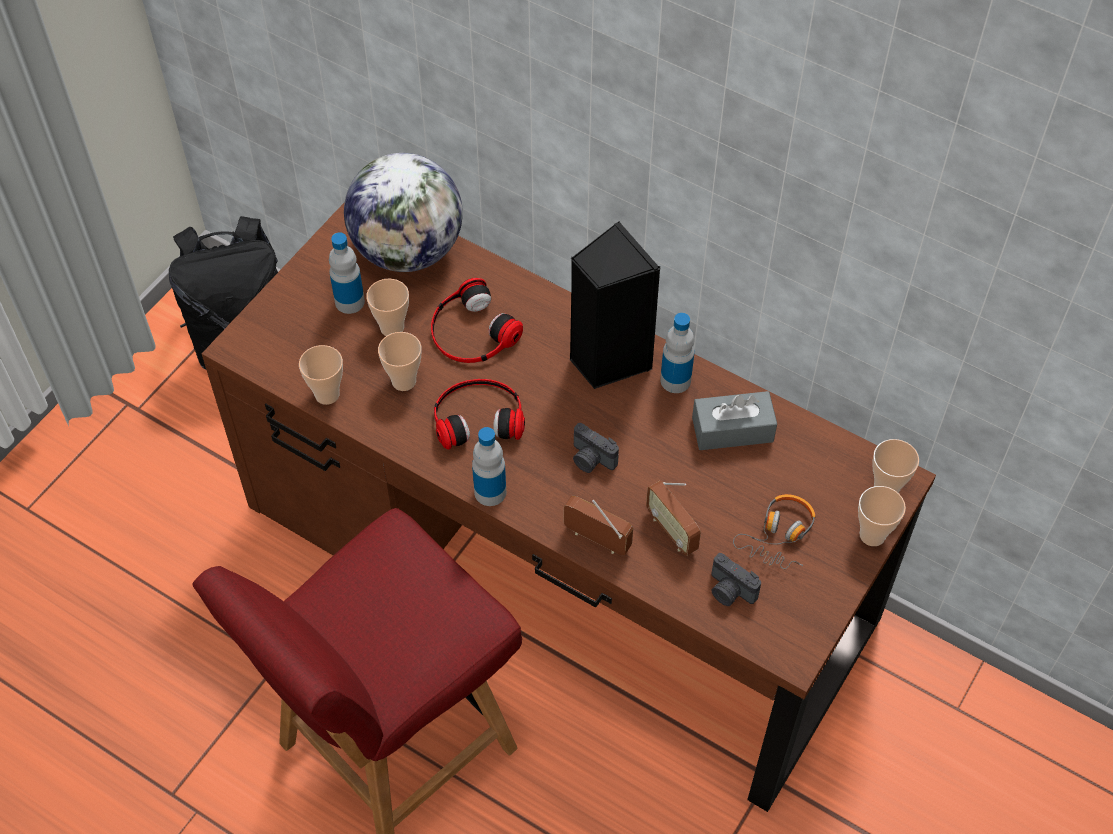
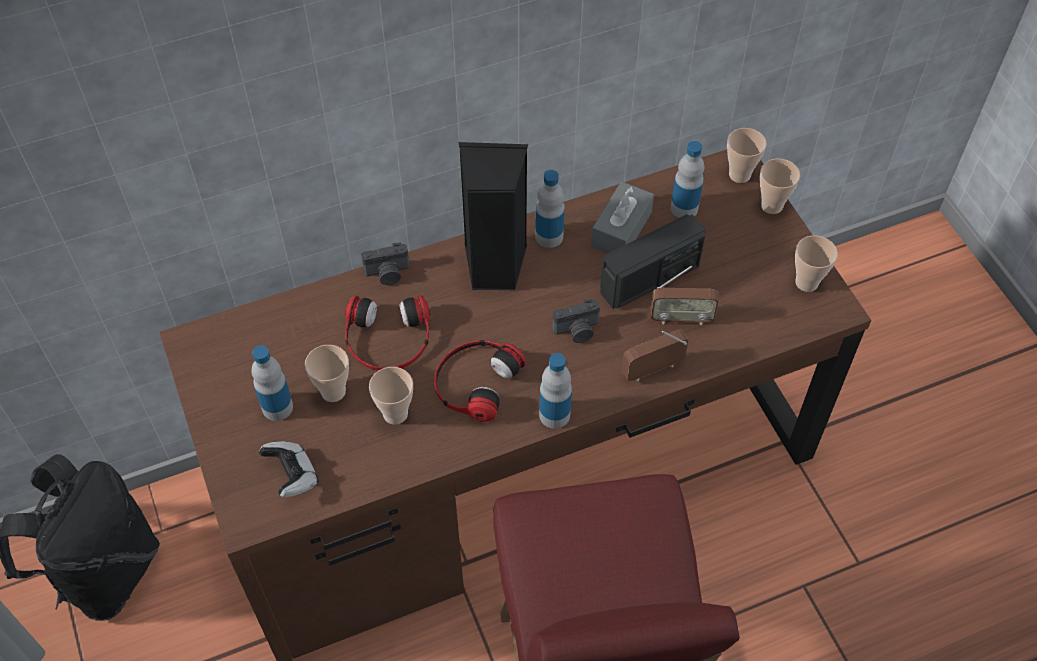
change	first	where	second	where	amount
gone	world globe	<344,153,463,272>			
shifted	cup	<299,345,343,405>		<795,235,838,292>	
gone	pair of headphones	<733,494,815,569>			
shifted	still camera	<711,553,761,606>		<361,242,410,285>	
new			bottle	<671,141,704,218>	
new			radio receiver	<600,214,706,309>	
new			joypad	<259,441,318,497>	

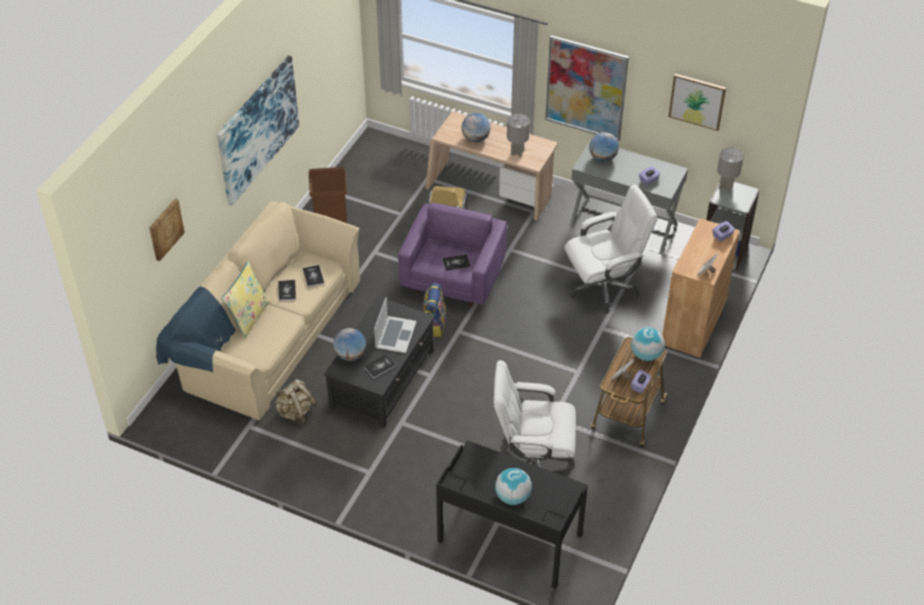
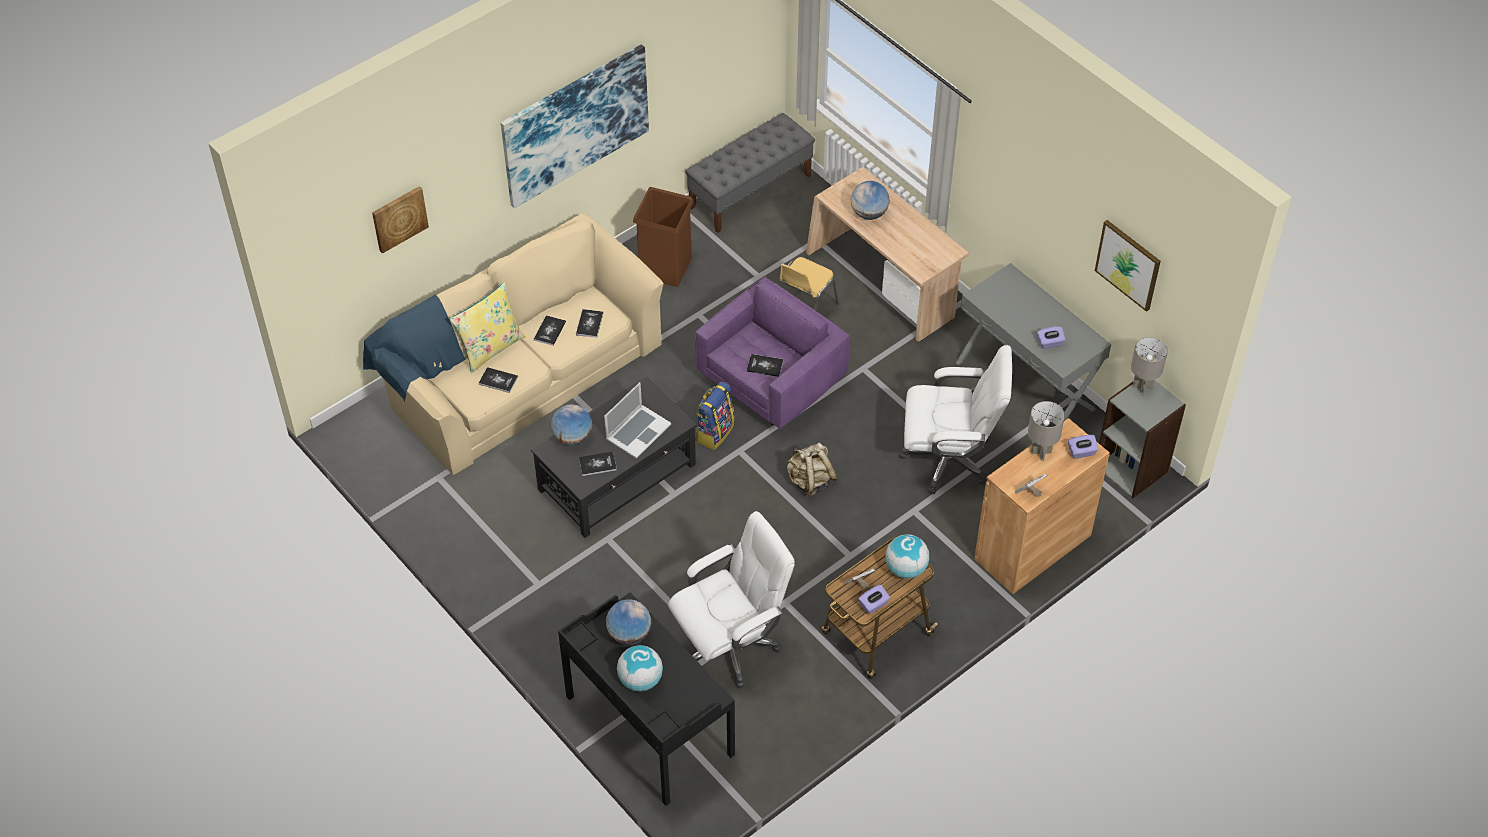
change	first	where	second	where	amount
gone	wall art	<545,35,629,141>			
shifted	gray lamp for a table	<507,113,530,157>		<1028,401,1065,461>	
shifted	world globe	<589,132,619,162>		<606,599,651,645>	
rotated	white-coloured computer chair	<494,360,576,468>		<668,511,795,688>	120 degrees clockwise
shifted	beige-coloured backpack	<274,379,317,425>		<786,443,838,496>	
new			gray bench	<685,113,815,233>	
new			book	<479,367,518,393>	

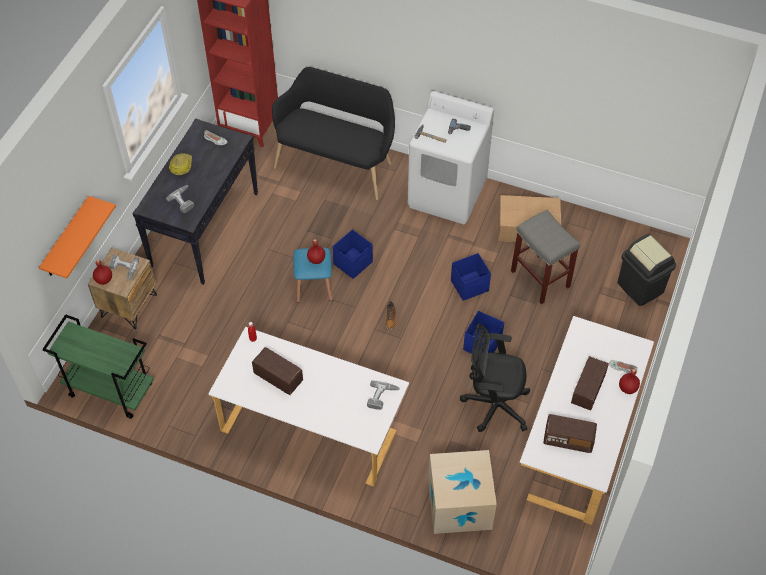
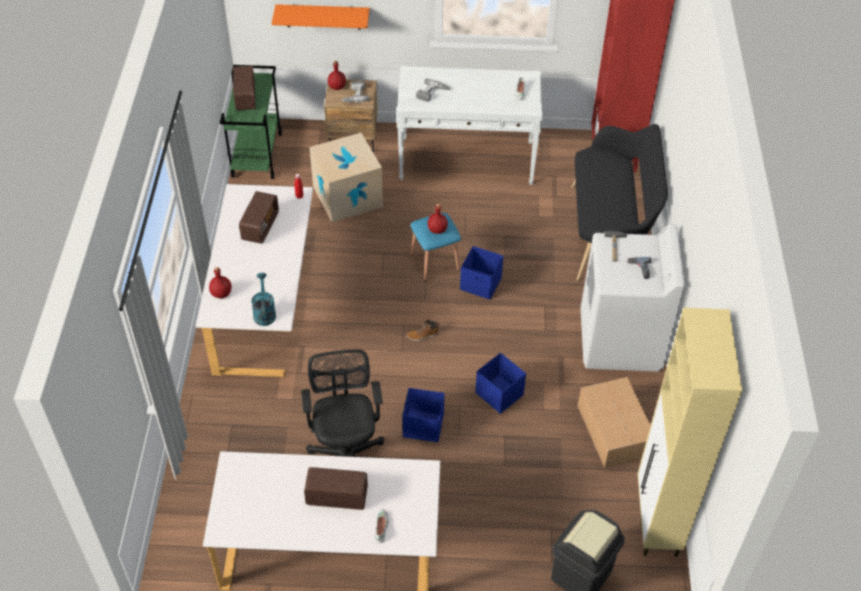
change	first	where	second	where	amount
repainted	black-coloured console table	<132,118,258,285>	white-coloured console table	<396,66,543,185>	
gone	safety helmet	<169,153,192,175>			
gone	gray stool	<511,210,580,304>			
shifted	red-coloured bottle	<619,369,640,394>		<209,267,232,298>	
swapped	drill	<367,381,400,410>	turquoise sprinkling can	<251,273,276,326>	
shifted	radio receiver	<543,414,597,453>		<233,66,256,110>	
shifted	carton	<428,450,497,534>		<310,133,383,222>	
new			beige-coloured cupboard	<638,308,742,557>	

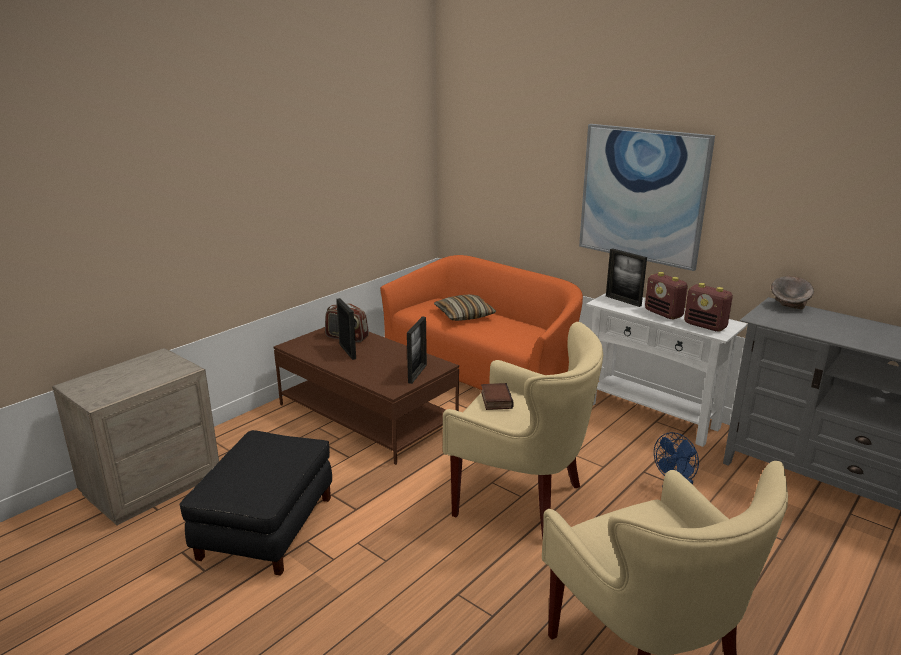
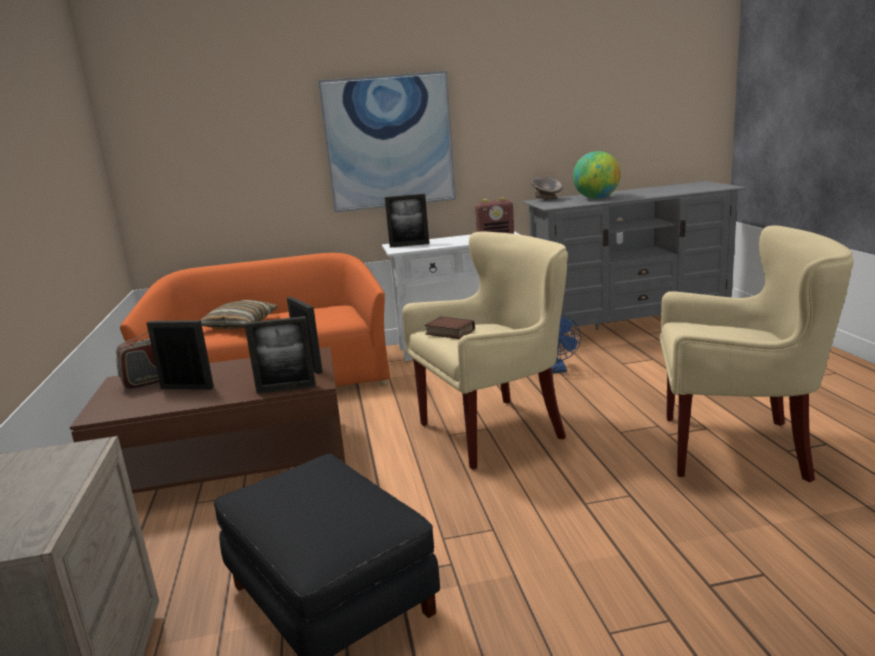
change	first	where	second	where	amount
gone	radio receiver	<645,272,688,319>			
new			world globe	<573,151,621,199>	
new			picture frame	<244,316,316,394>	

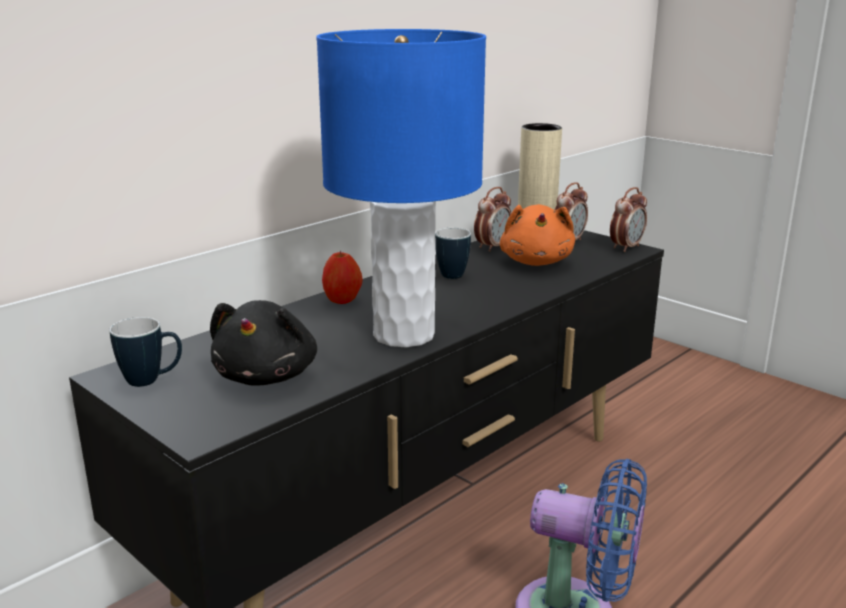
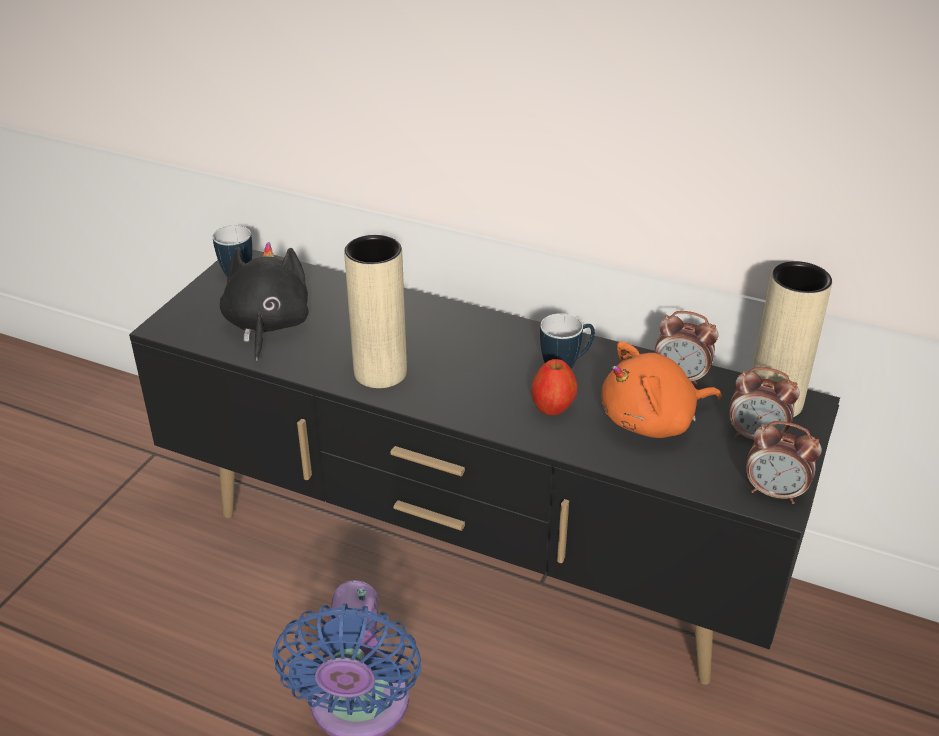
change	first	where	second	where	amount
swapped	bluish lamp for a table	<316,29,486,347>	beige-coloured vase	<344,235,407,388>	
shifted	apple fruit	<322,251,363,304>		<531,359,578,415>	
rotated	black-coloured plush toy	<210,300,317,385>		<220,242,308,361>	105 degrees clockwise

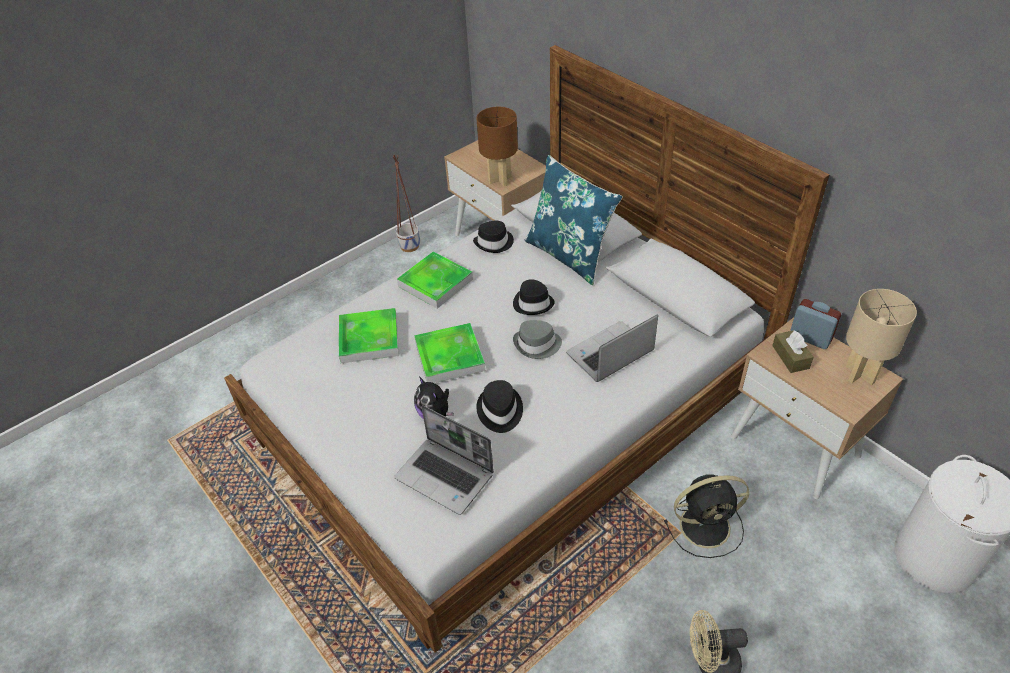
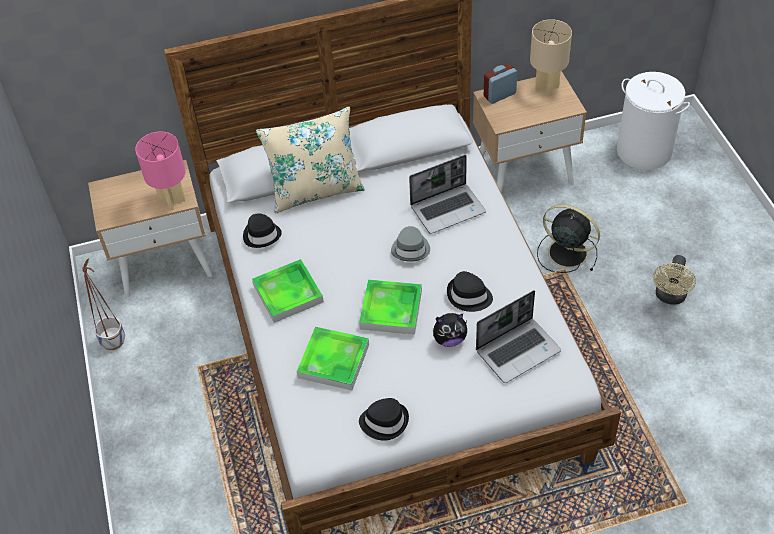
change	first	where	second	where	amount
repainted	brownish lamp for a table	<476,107,518,186>	pink-coloured lamp for a table	<135,132,185,210>	
repainted	bluish cushion	<525,155,622,285>	beige-coloured cushion	<256,107,365,214>	
shifted	black-coloured wearable hat	<513,279,555,315>		<359,398,409,441>	
rotated	laptop	<566,315,658,382>		<409,155,486,234>	105 degrees counterclockwise
gone	brownish tissue holder	<772,330,814,373>			
rotated	black-coloured electric fan	<664,474,750,558>		<537,204,600,273>	75 degrees counterclockwise

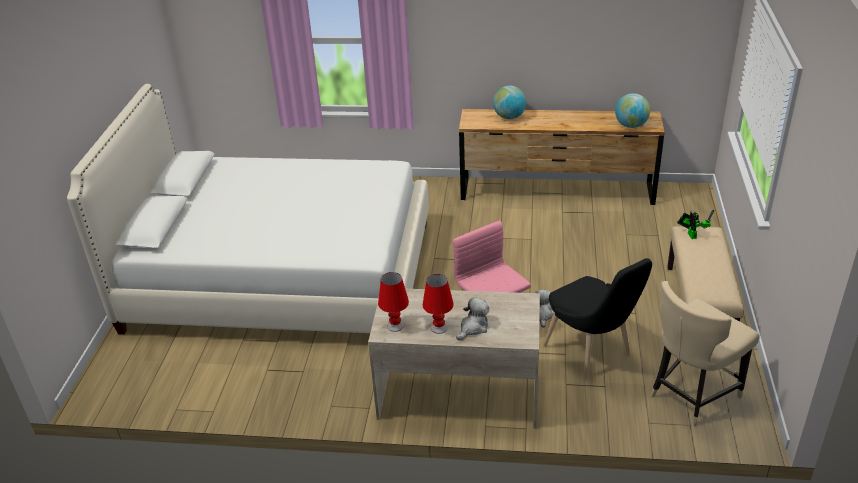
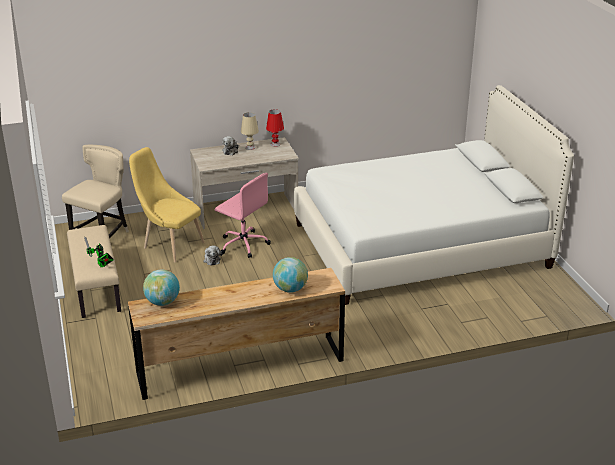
change	first	where	second	where	amount
repainted	black-coloured plain chair	<543,258,652,380>	yellow plain chair	<129,147,205,262>	
repainted	red-coloured lamp for a table	<423,274,454,334>	beige-coloured lamp for a table	<241,112,259,150>	

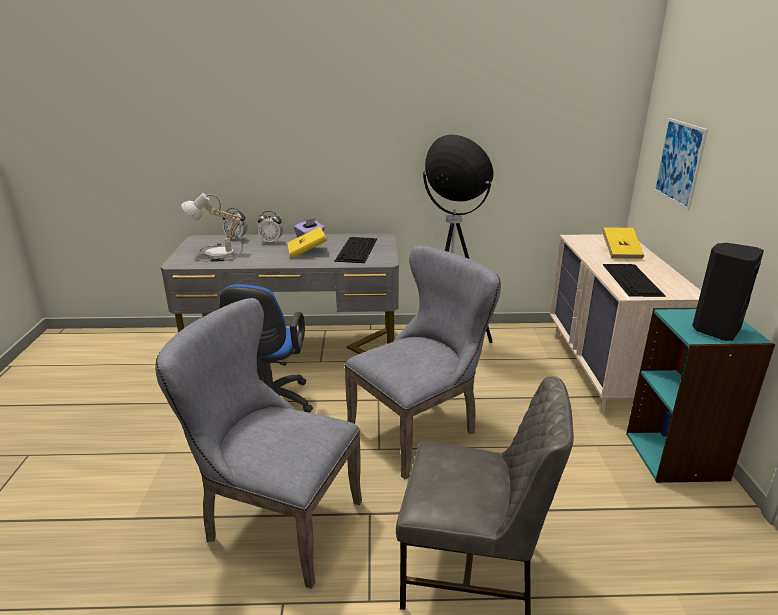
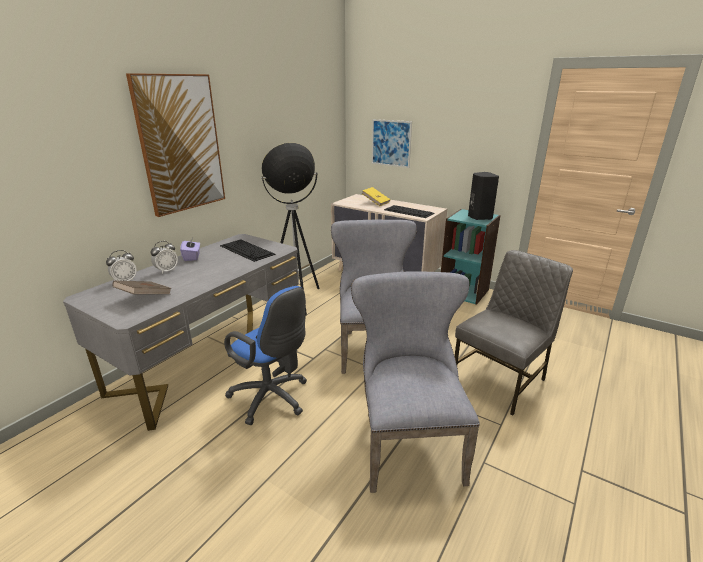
change	first	where	second	where	amount
swapped	lamp for a table	<181,193,244,262>	brownish book	<112,281,171,294>	
gone	yellow book	<287,226,327,258>			
rotated	gray plain chair	<155,298,362,589>		<351,271,480,493>	120 degrees clockwise
new			wall art	<126,73,225,217>	

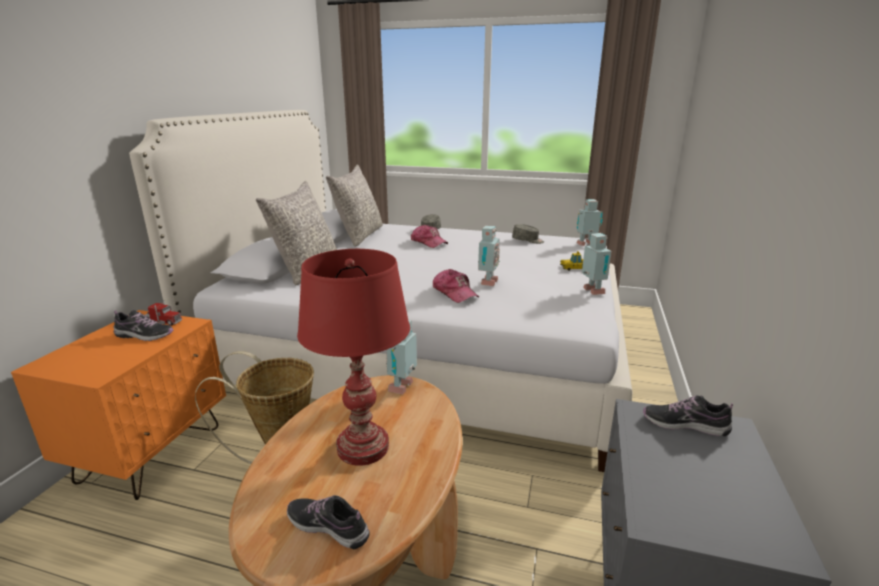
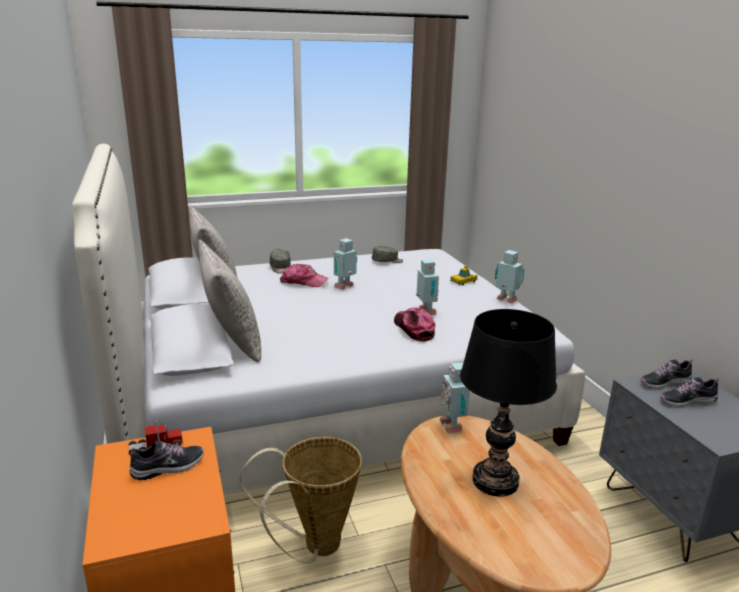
change	first	where	second	where	amount
shifted	robot figure	<576,199,603,246>		<334,238,357,290>	
repainted	red-coloured lamp for a table	<297,249,410,466>	black-coloured lamp for a table	<460,309,557,496>	
rotated	baseball cap	<433,269,479,303>		<394,307,435,342>	135 degrees counterclockwise
shifted	low shoe	<287,495,370,549>		<660,377,719,407>	

